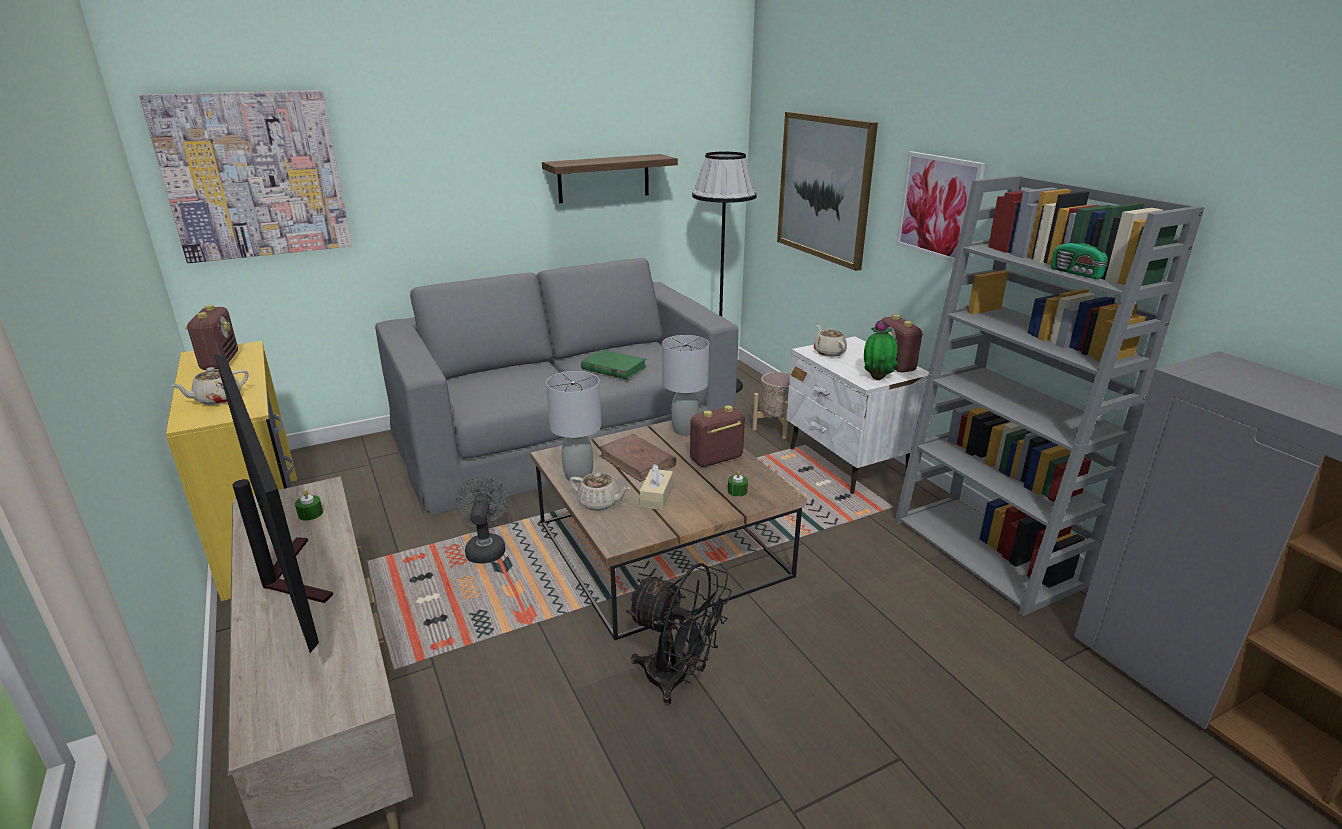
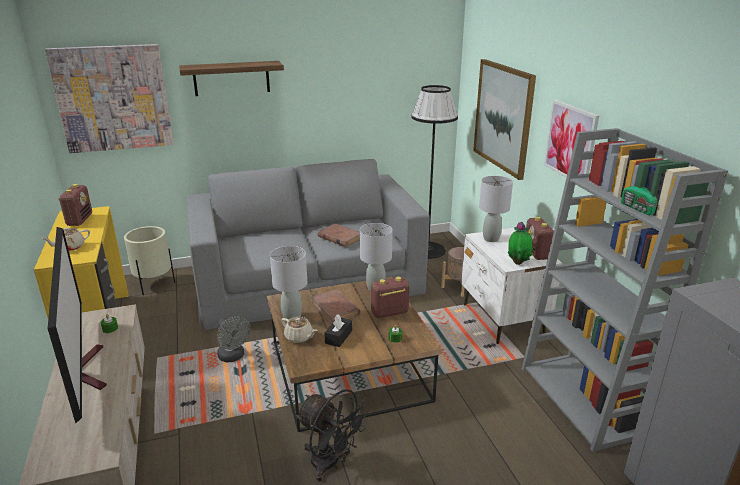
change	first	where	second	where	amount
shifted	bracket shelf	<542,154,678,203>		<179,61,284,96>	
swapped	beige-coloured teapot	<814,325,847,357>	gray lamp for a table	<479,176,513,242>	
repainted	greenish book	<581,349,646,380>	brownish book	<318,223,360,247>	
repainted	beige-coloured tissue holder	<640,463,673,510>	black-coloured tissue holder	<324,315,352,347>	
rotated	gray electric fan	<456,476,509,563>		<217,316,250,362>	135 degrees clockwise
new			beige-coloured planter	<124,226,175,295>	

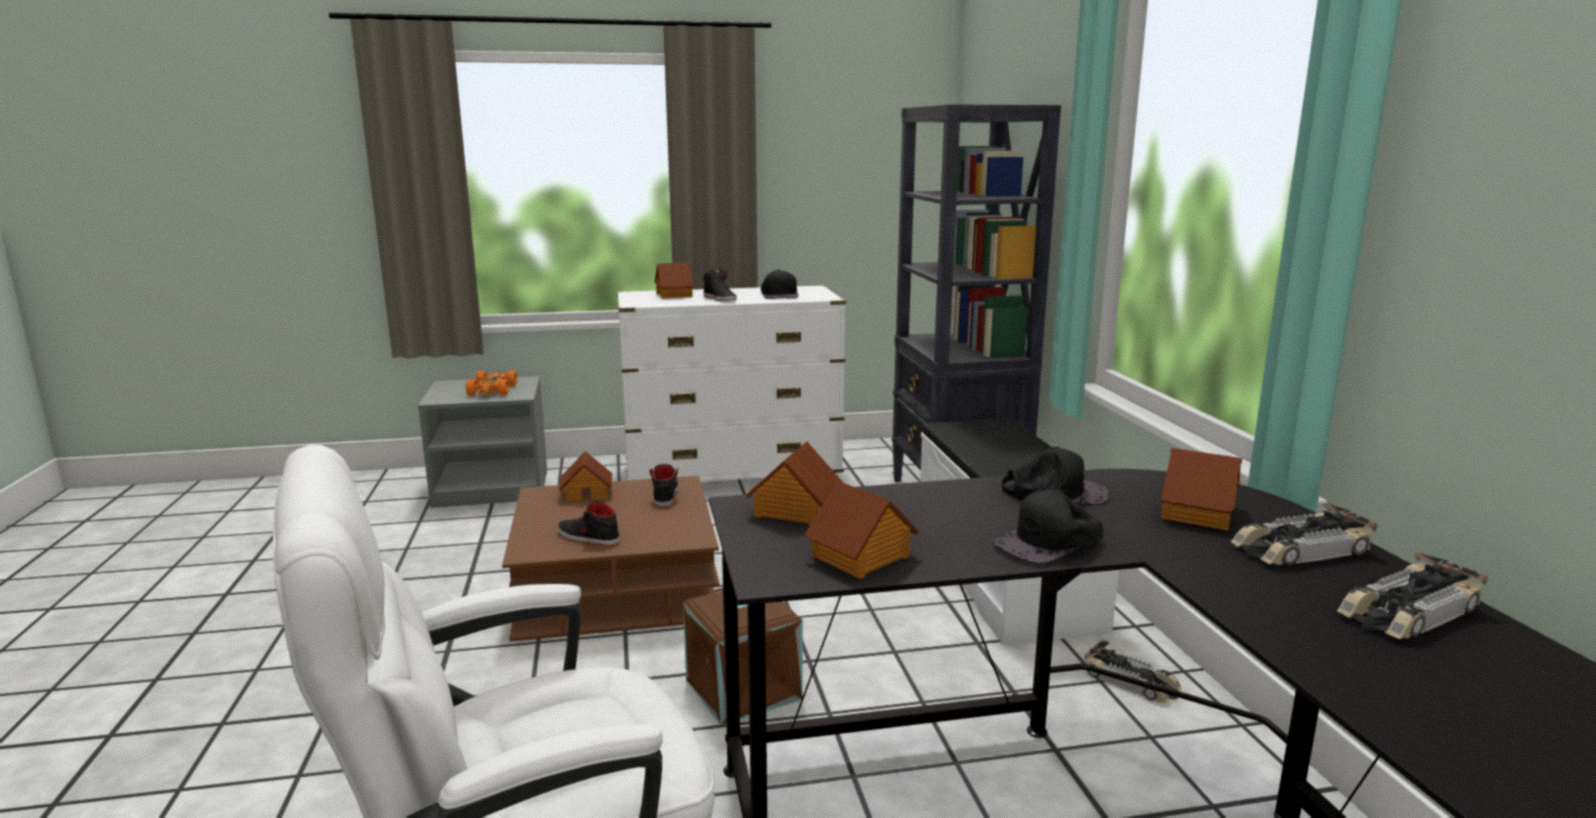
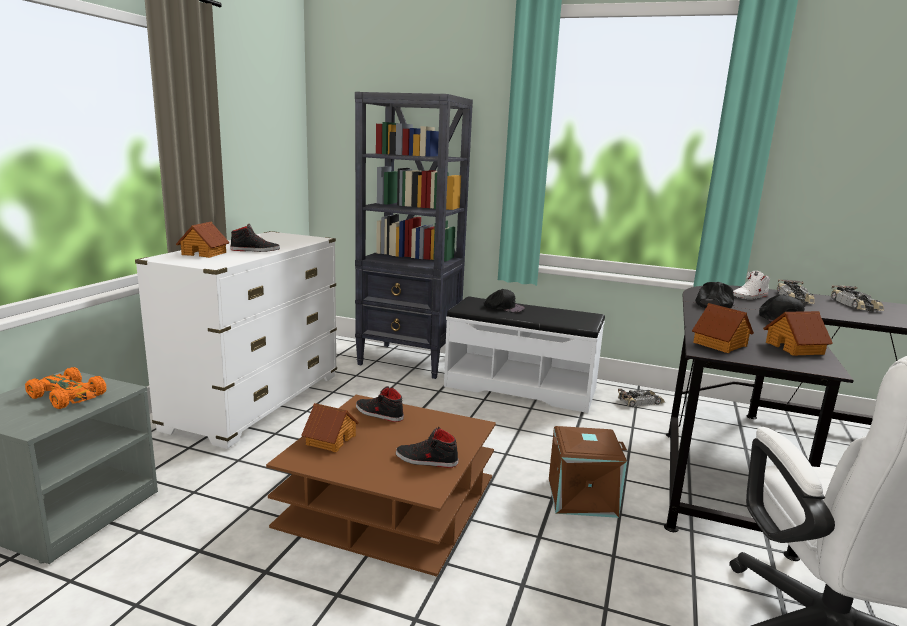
change	first	where	second	where	amount
shifted	black-coloured baseball cap	<761,270,798,299>		<484,289,525,313>	
swapped	toy house	<1161,448,1242,530>	white-coloured low shoe	<733,271,770,299>	
rotated	black-coloured low shoe	<558,500,620,546>		<396,427,459,468>	45 degrees clockwise

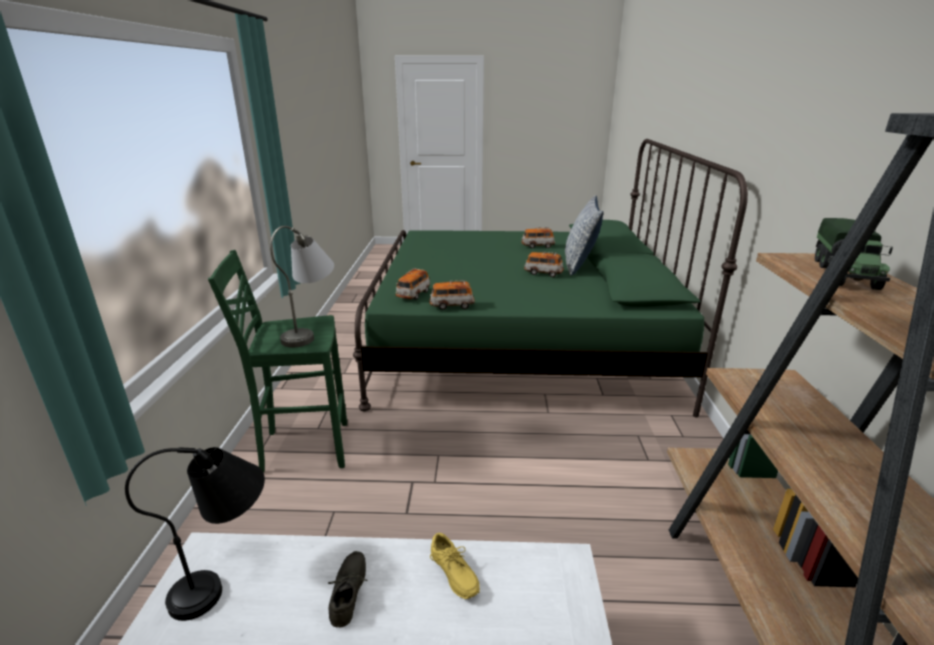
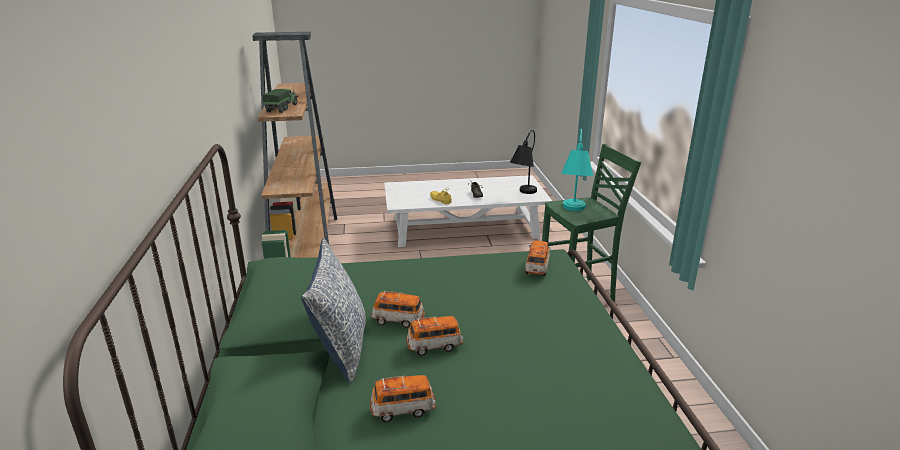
change	first	where	second	where	amount
repainted	gray lamp for a table	<270,226,334,347>	turquoise lamp for a table	<561,129,593,211>	
shifted	model car	<429,280,475,310>		<406,316,463,356>	

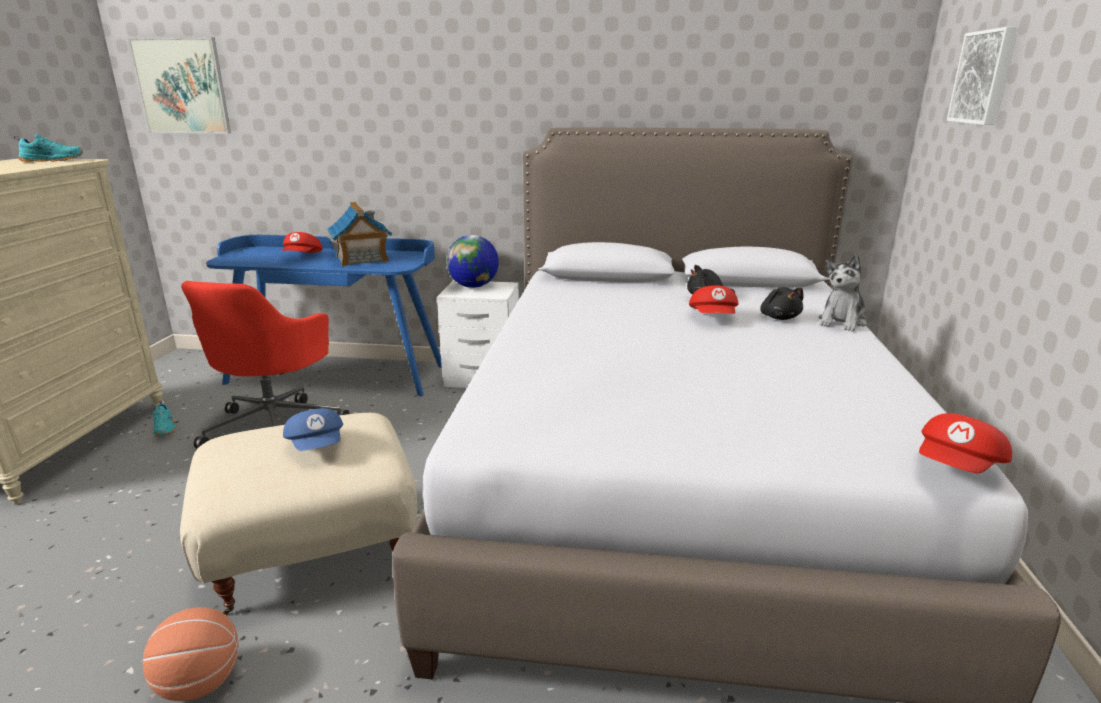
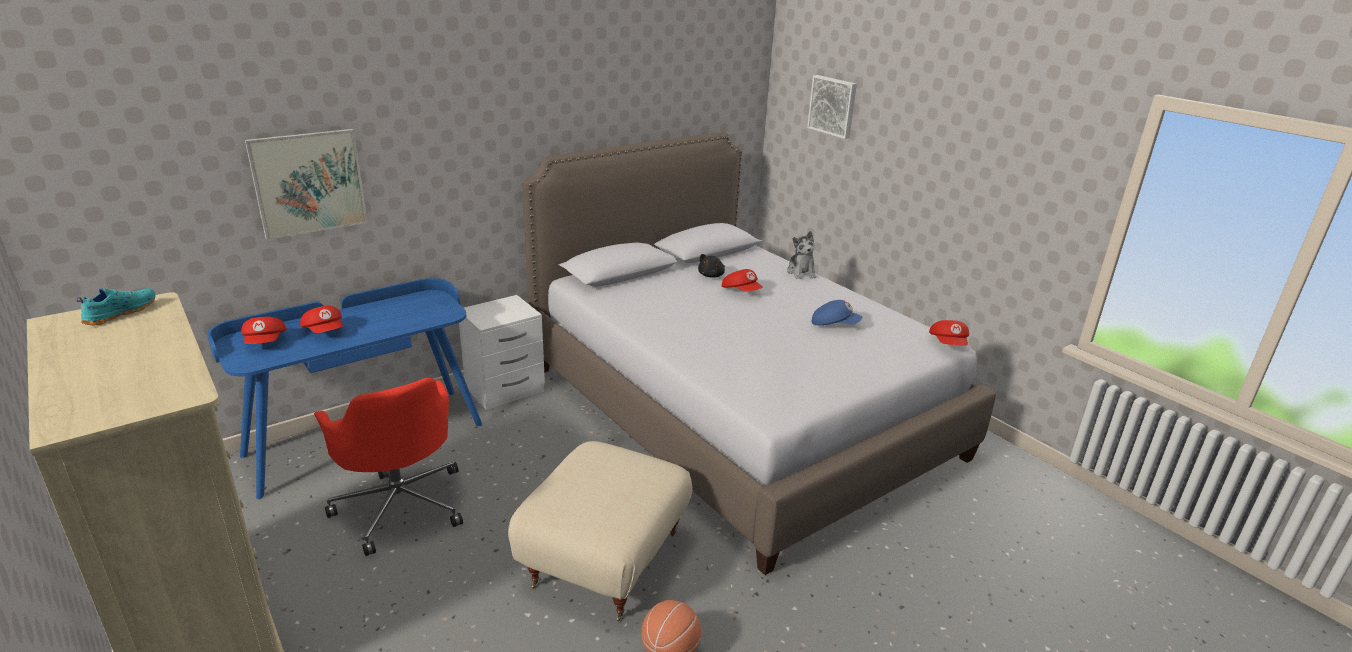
change	first	where	second	where	amount
shifted	wall art	<128,37,231,133>		<245,129,368,240>	
gone	toy house	<327,202,392,266>			
gone	world globe	<446,235,499,288>			
gone	black-coloured plush toy	<760,287,804,320>			
gone	turquoise low shoe	<152,401,176,437>			
shifted	bluish baseball cap	<283,408,343,451>		<811,300,862,325>	
new			red-coloured baseball cap	<241,317,287,344>	

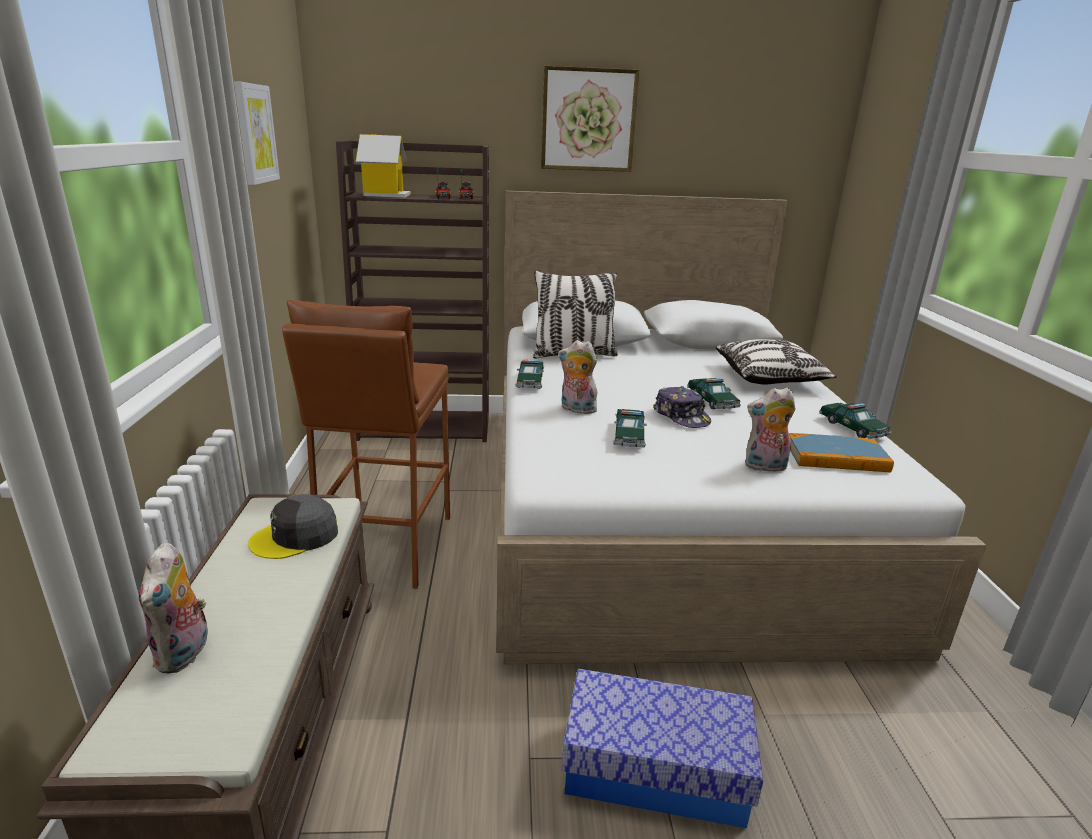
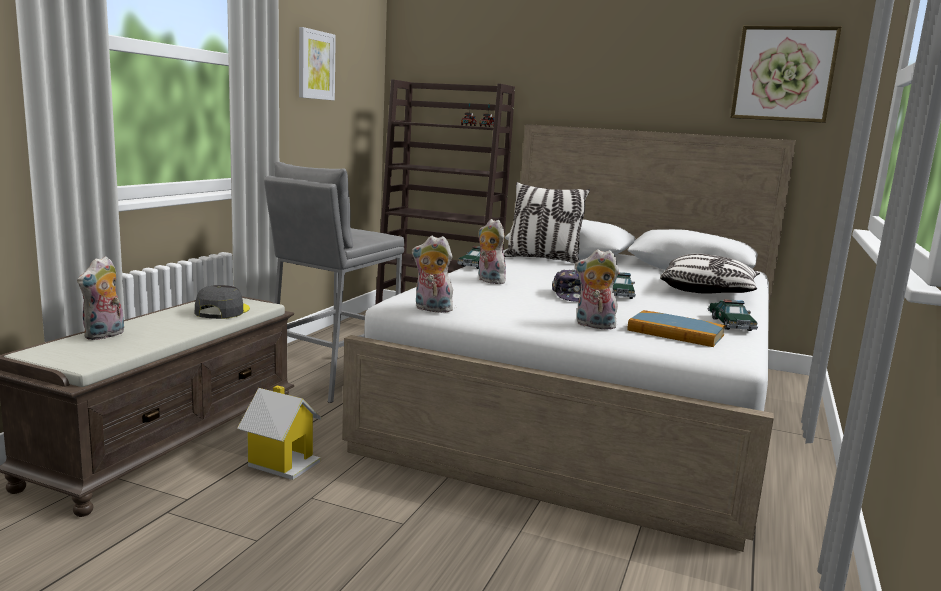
change	first	where	second	where	amount
shifted	wall art	<541,66,639,172>		<730,26,842,123>	
shifted	toy house	<356,134,411,198>		<237,385,322,480>	
repainted	brownish stool	<282,300,450,589>	gray stool	<264,161,404,403>	
gone	model car	<613,409,647,447>			
rotated	gray baseball cap	<248,494,338,559>		<195,285,250,319>	105 degrees clockwise
gone	storage box	<562,669,763,829>			
new			plush toy	<412,236,456,313>	

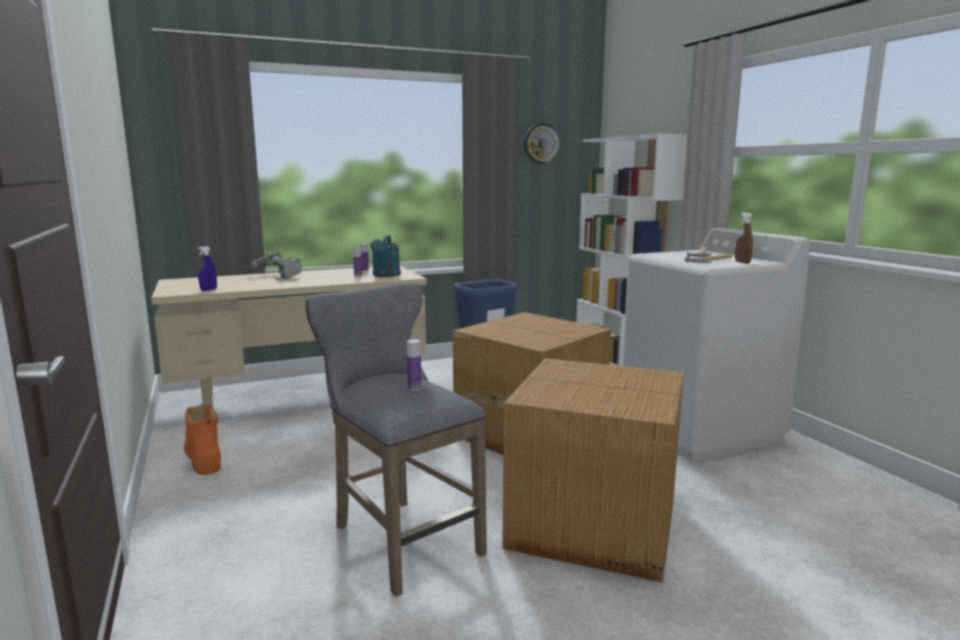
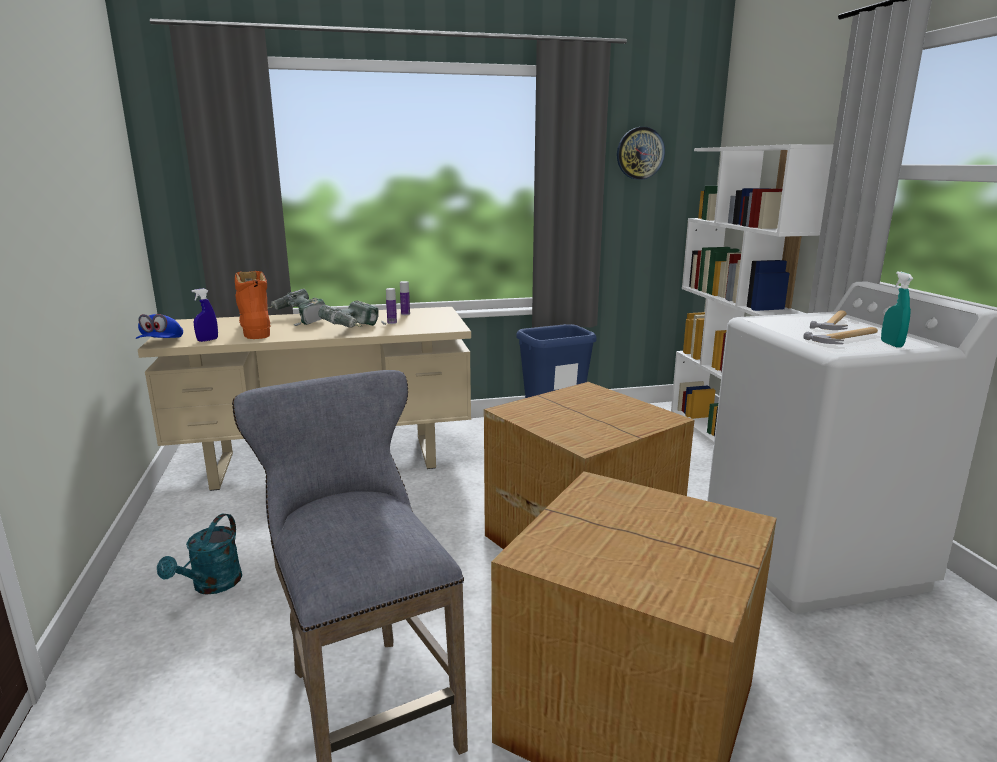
change	first	where	second	where	amount
repainted	brownish sprayer	<735,212,753,264>	turquoise sprayer	<881,271,913,348>	
shifted	turquoise sprinkling can	<370,235,401,277>		<157,514,242,594>	
gone	bottle	<407,339,422,391>			
shifted	orange-coloured boot	<184,405,221,475>		<235,271,271,339>	
new			drill	<318,300,386,328>	
new			bluish baseball cap	<136,314,183,339>	

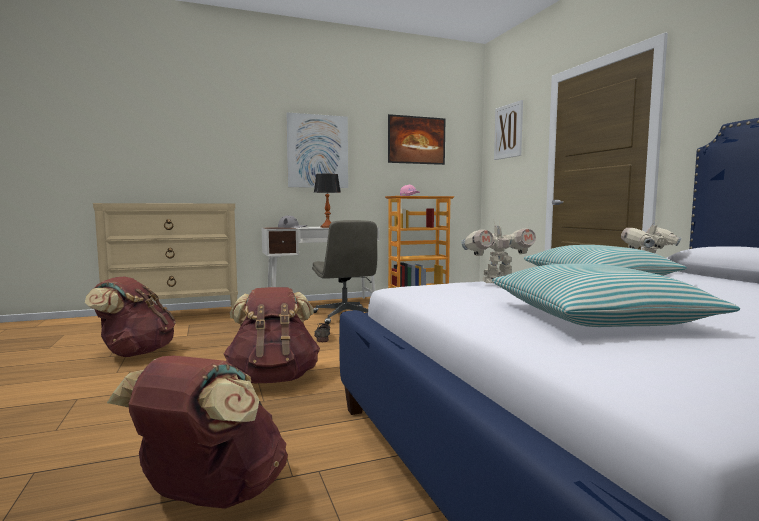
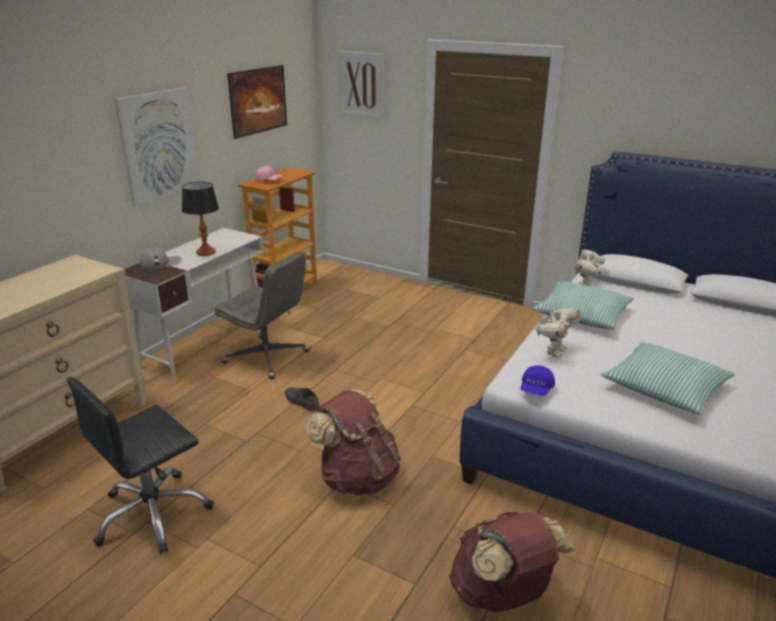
change	first	where	second	where	amount
swapped	brownish backpack	<85,277,176,357>	black-coloured computer chair	<67,377,214,554>	
new			bluish baseball cap	<521,365,555,396>	

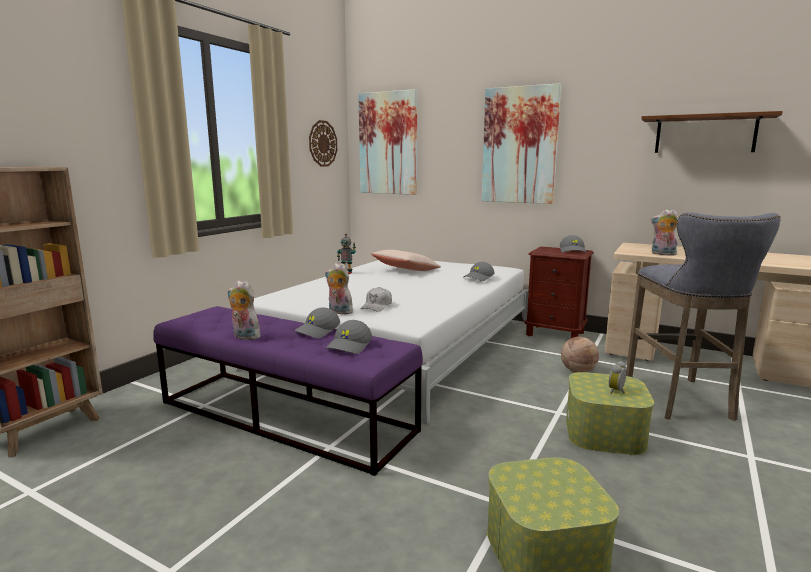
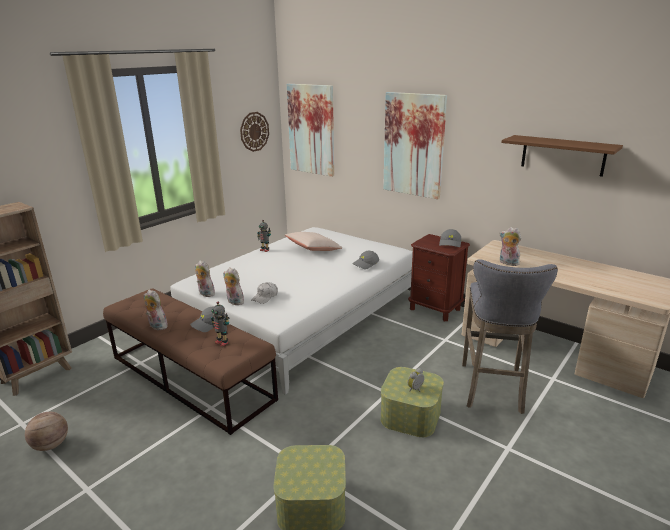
change	first	where	second	where	amount
repainted	purplish bench	<153,306,423,476>	brownish bench	<103,288,278,435>	
swapped	gray baseball cap	<326,320,372,354>	robot figure	<211,301,229,347>	
shifted	basketball	<561,337,599,372>		<25,412,68,451>	
new			plush toy	<195,260,215,297>	

